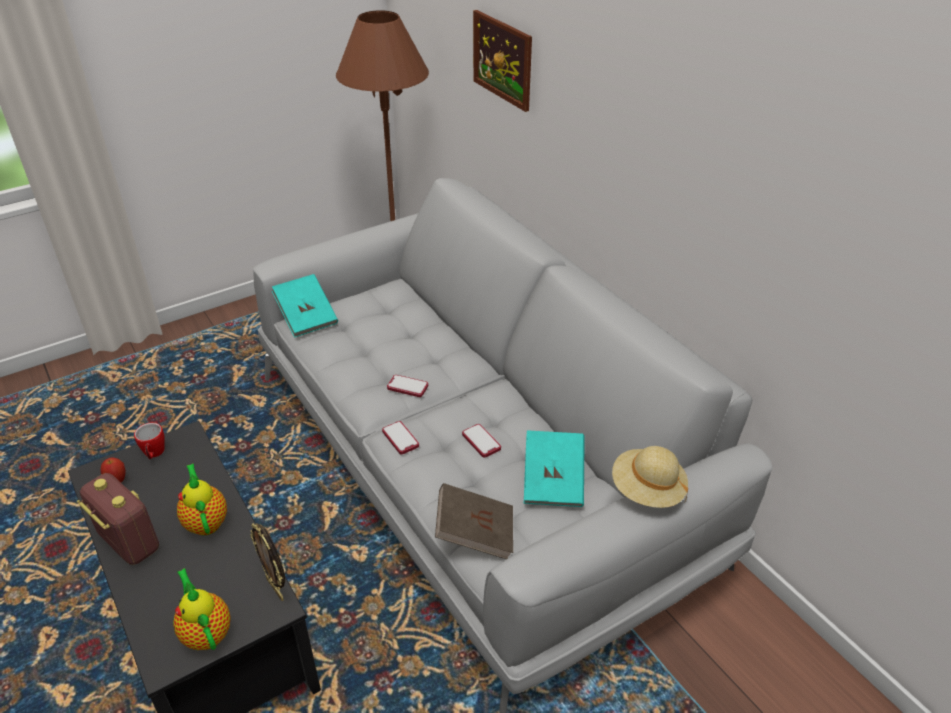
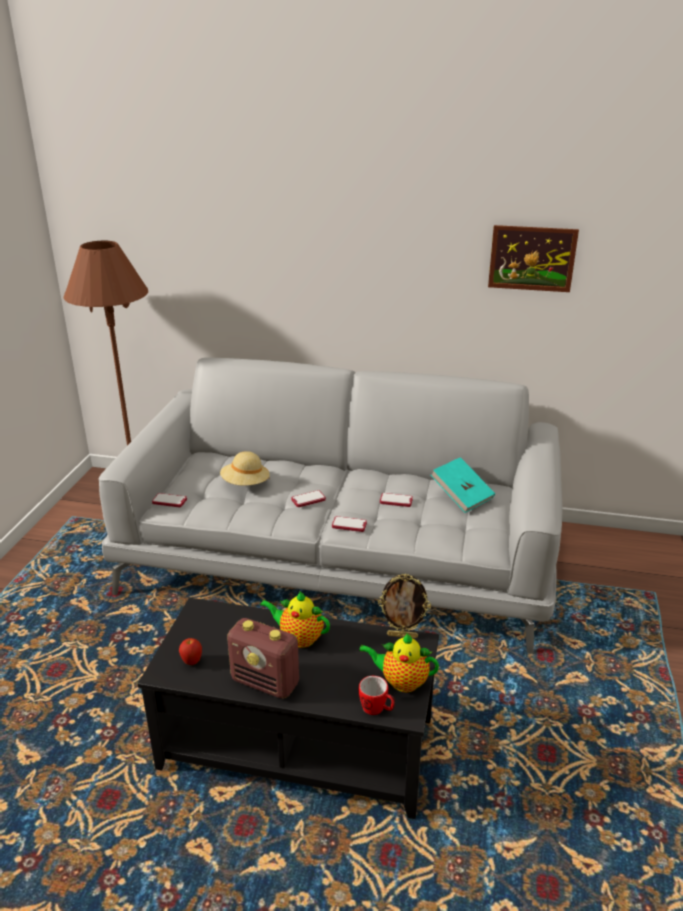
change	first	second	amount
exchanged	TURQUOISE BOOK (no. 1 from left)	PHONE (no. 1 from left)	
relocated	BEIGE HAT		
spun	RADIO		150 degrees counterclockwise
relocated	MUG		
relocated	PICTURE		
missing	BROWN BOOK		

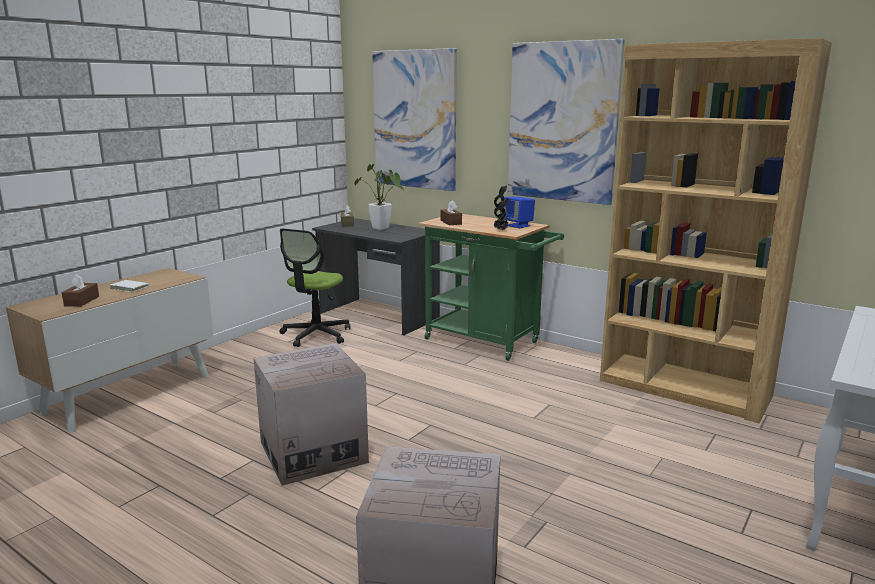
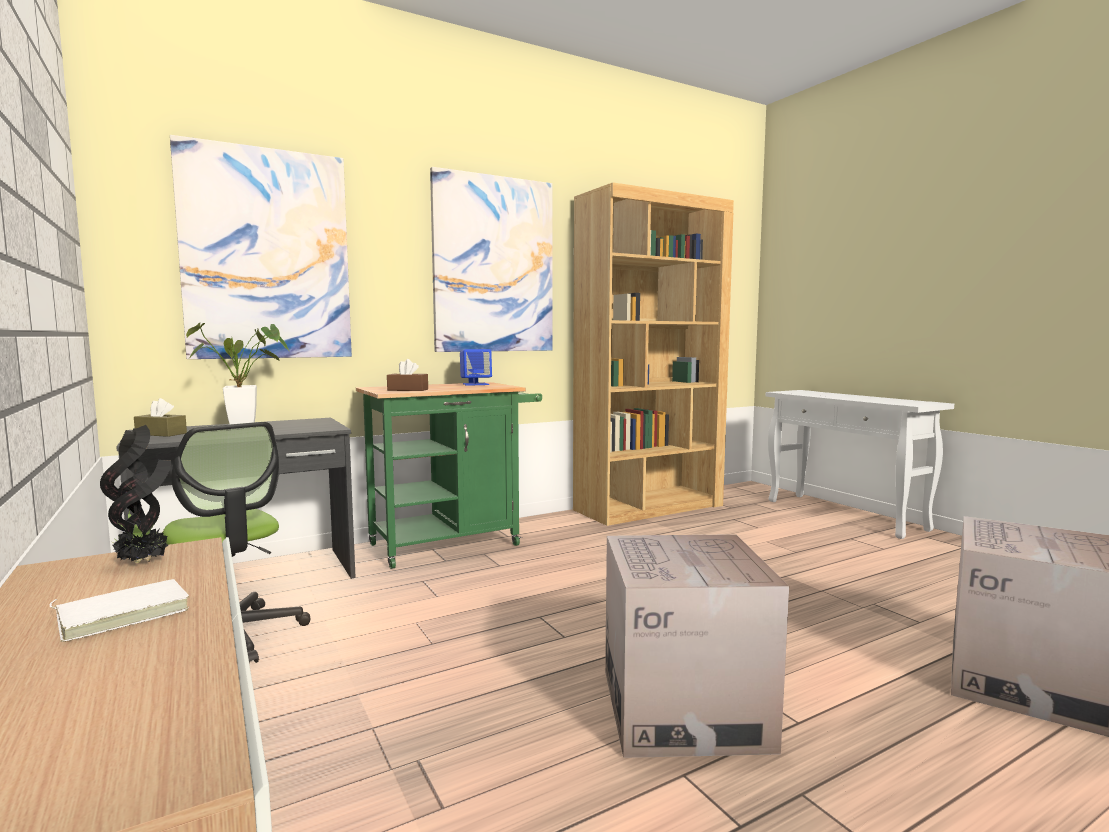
change	first	second	amount
relocated	POTTED PLANT (no. 2 from left in the first image)	POTTED PLANT (no. 1 from left)	
missing	BROWN TISSUE BOX (no. 1 from left)		

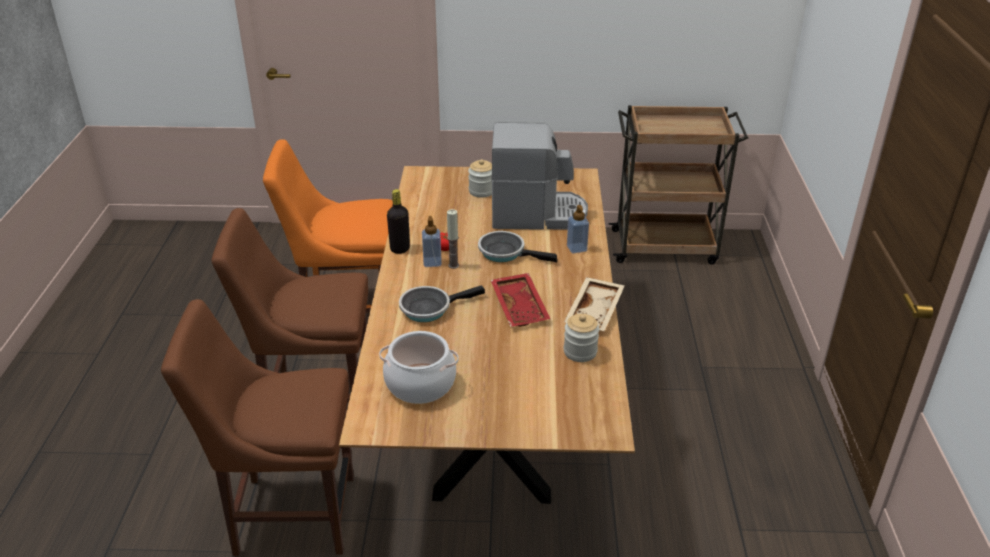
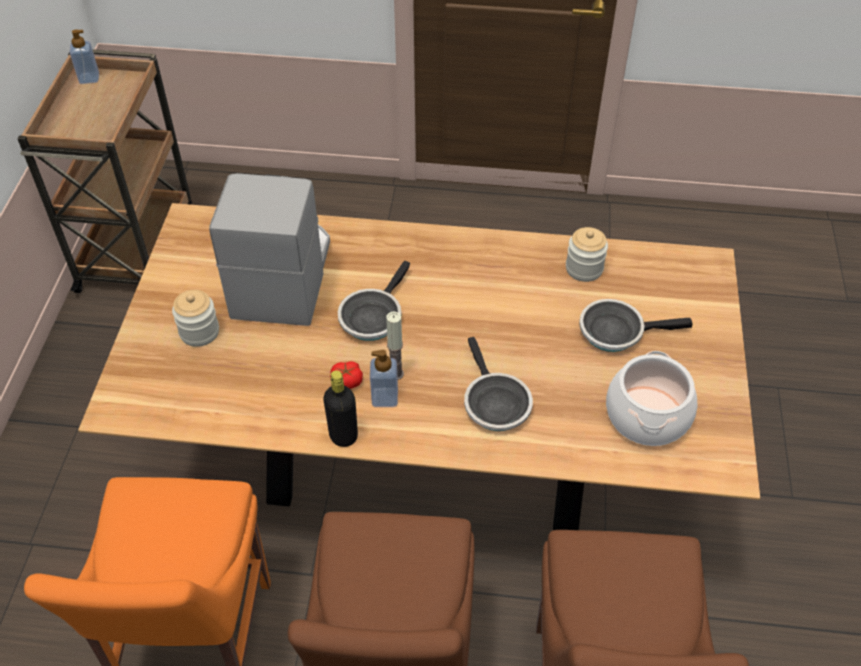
change	first	second	amount
relocated	SOAP DISPENSER (no. 2 from left in the first image)	SOAP DISPENSER (no. 1 from left)	
appeared		FRYING PAN (no. 3 from left)	
missing	RED TRAY		
missing	BEIGE TRAY		

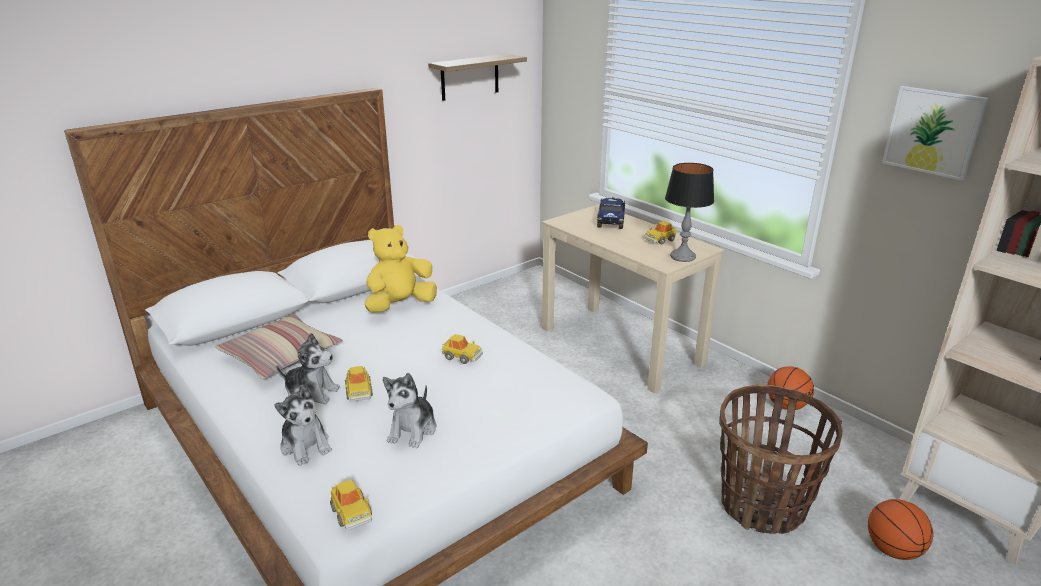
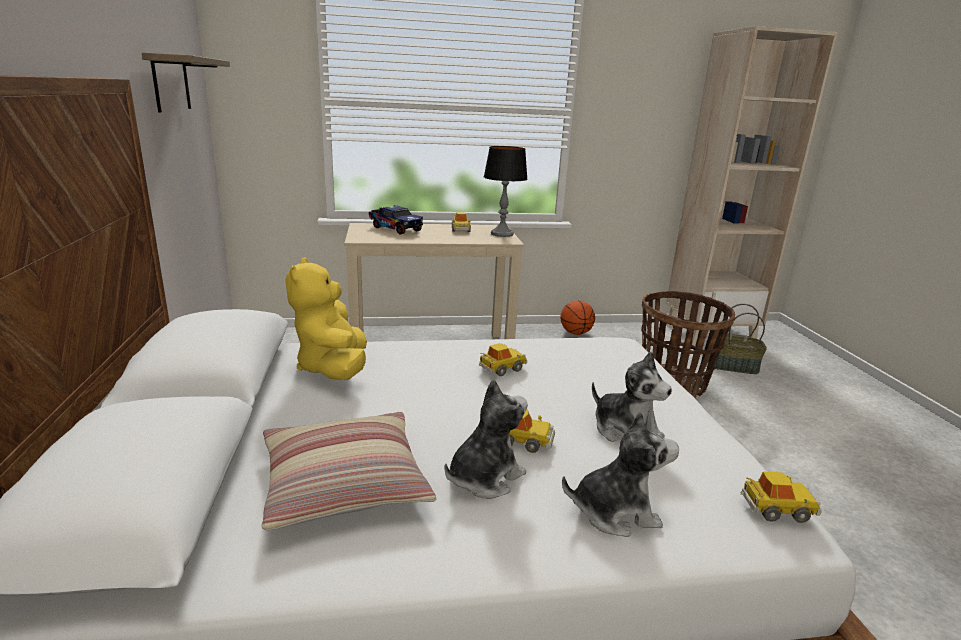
change	first	second	amount
exchanged	BASKETBALL (no. 2 from left)	BASKET (no. 2 from left)	
missing	PICTURE		

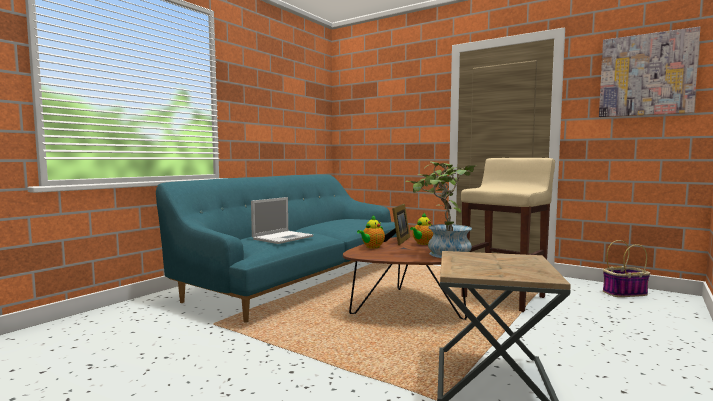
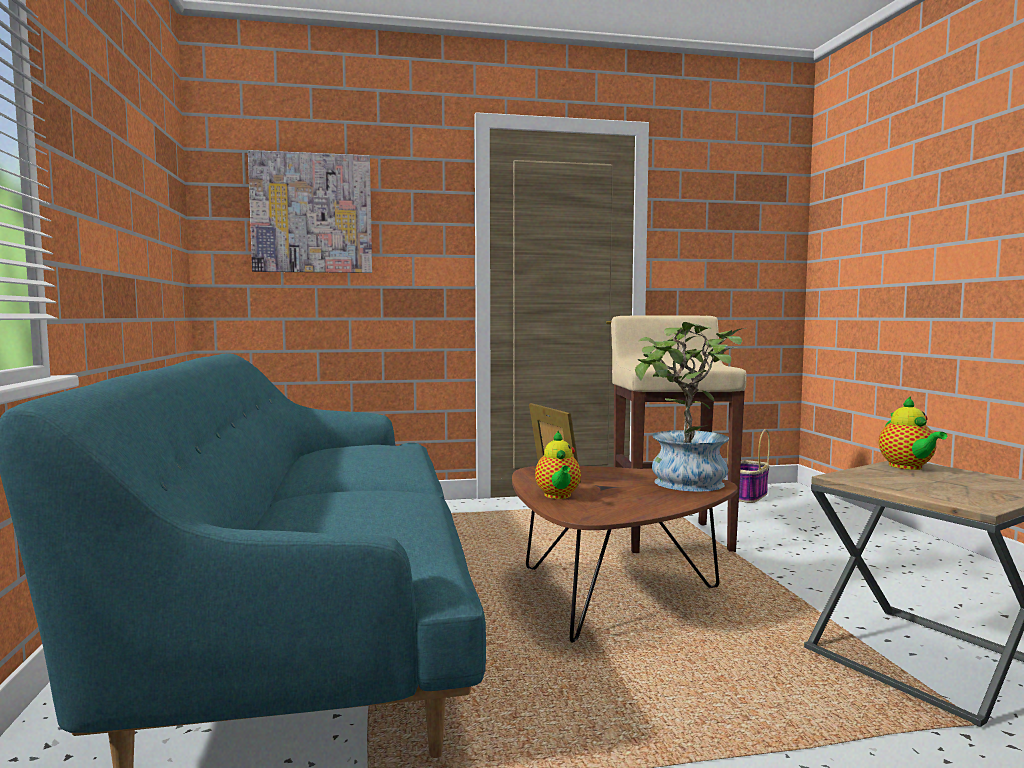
change	first	second	amount
relocated	PICTURE		
relocated	TEAPOT (no. 2 from left)		
missing	LAPTOP		

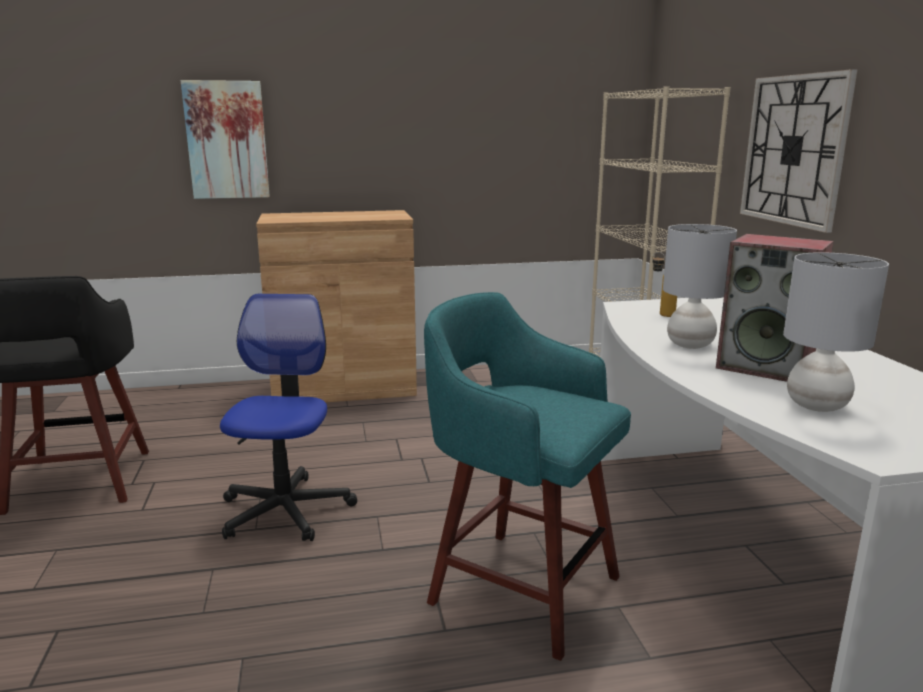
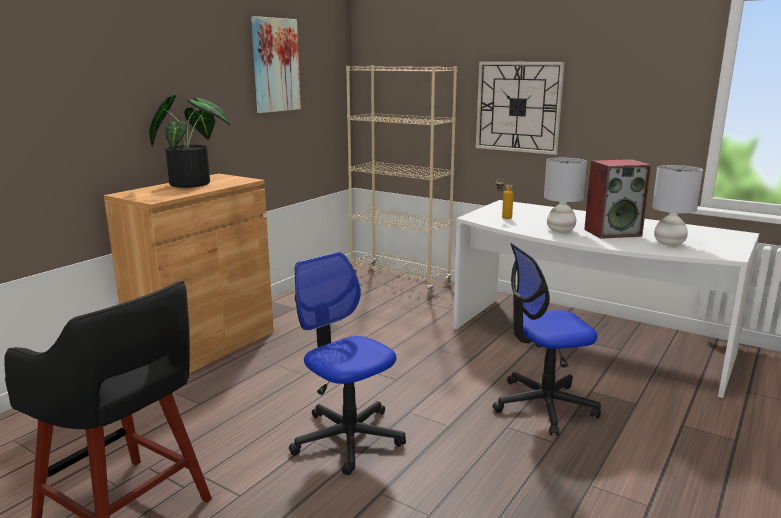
change	first	second	amount
appeared		POTTED PLANT	
relocated	PICTURE		
exchanged	TURQUOISE STOOL	OFFICE CHAIR (no. 2 from left)	

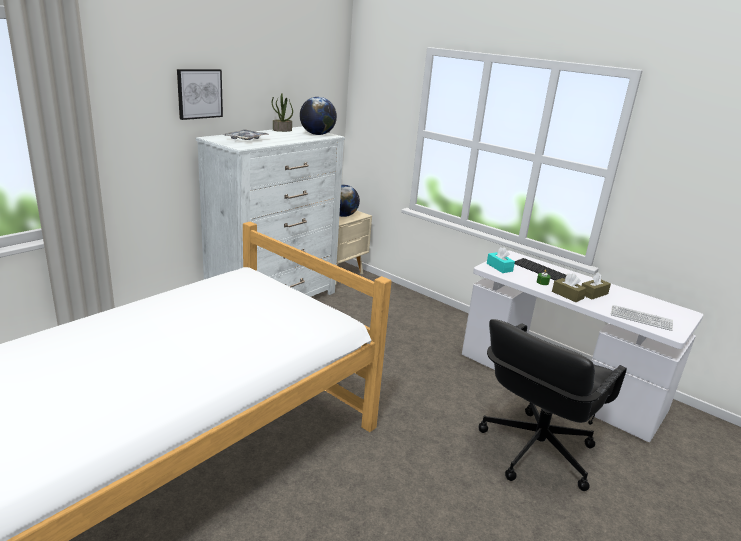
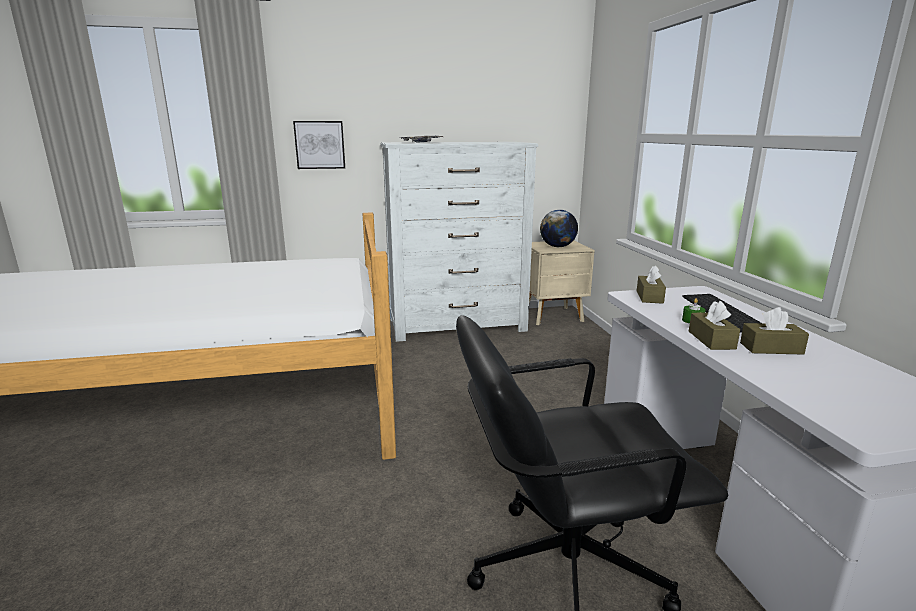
change	first	second	amount
relocated	PICTURE		
colour	TURQUOISE TISSUE BOX	BROWN TISSUE BOX (no. 1 from left)	
missing	POTTED PLANT		
missing	GLOBE (no. 1 from left)		
missing	KEYBOARD (no. 2 from left)		

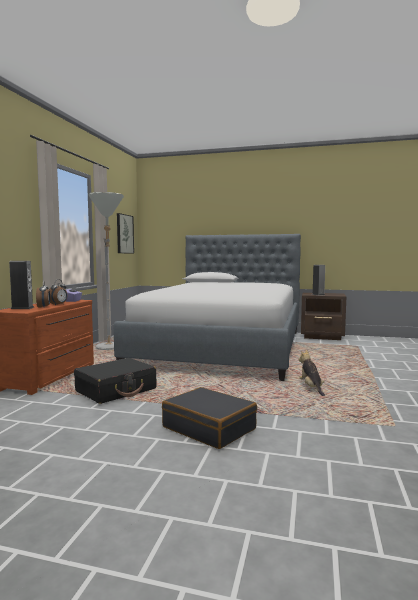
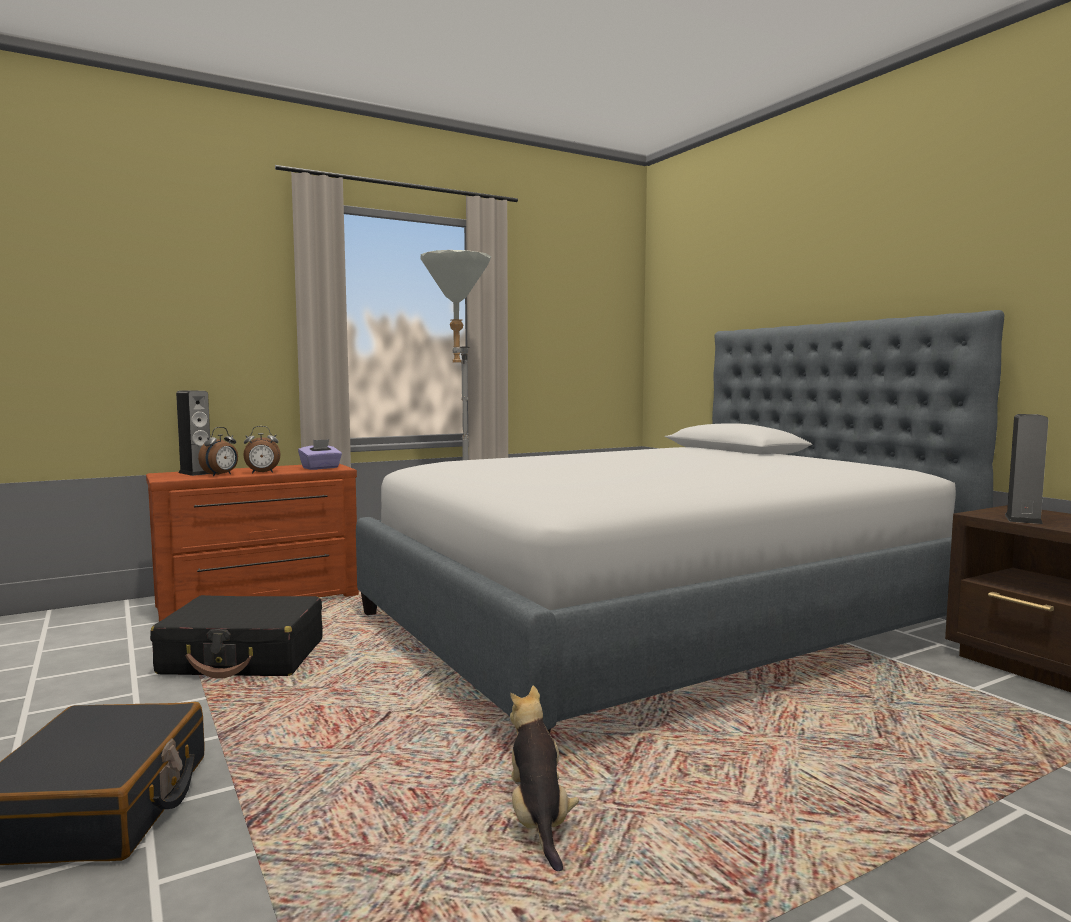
change	first	second	amount
spun	PLUSH TOY		45 degrees counterclockwise
missing	PICTURE		

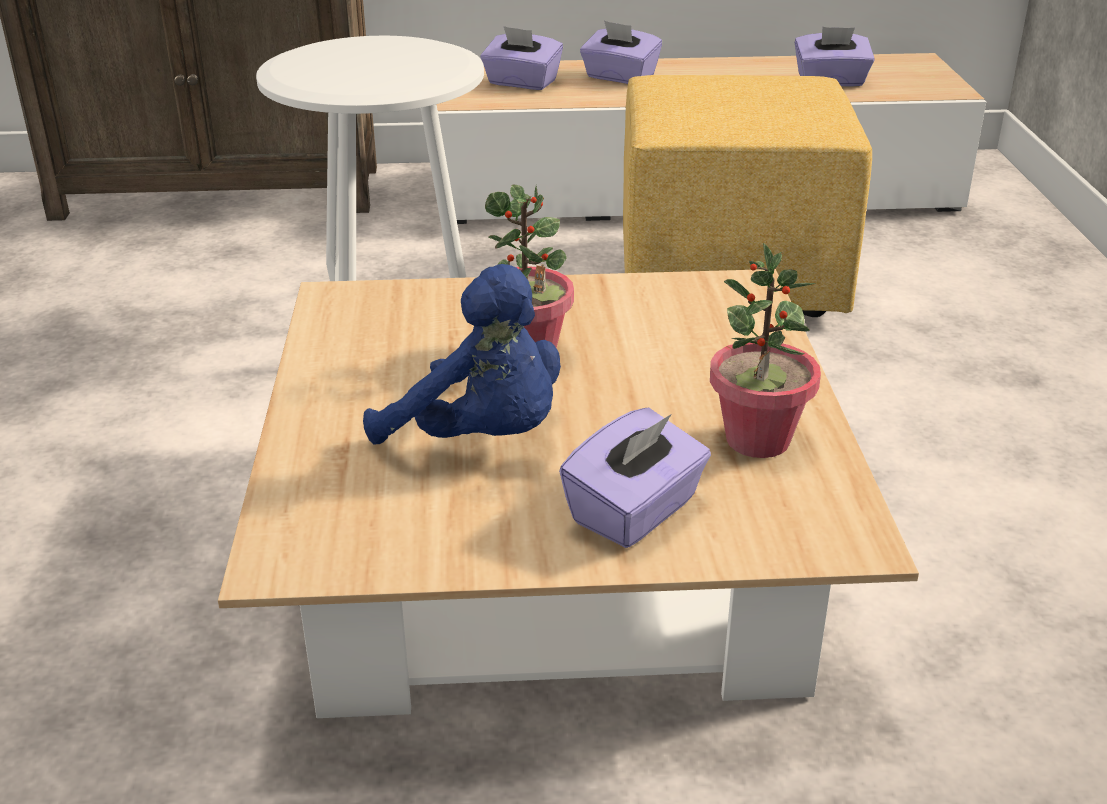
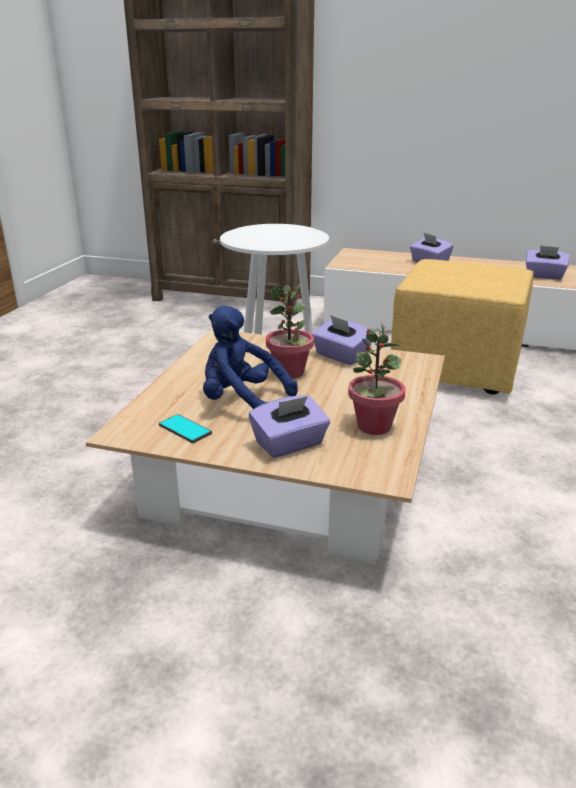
change	first	second	amount
appeared		PHONE	
spun	BLUE PLUSH TOY		150 degrees clockwise
relocated	PURPLE TISSUE BOX (no. 1 from left in the first image)	PURPLE TISSUE BOX (no. 2 from left)	

